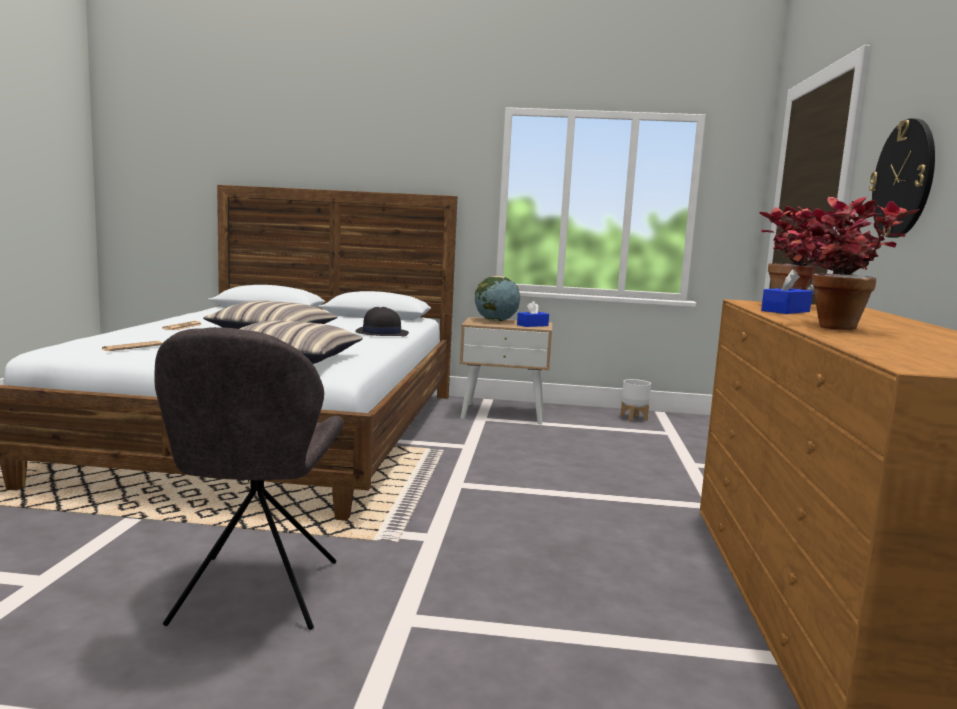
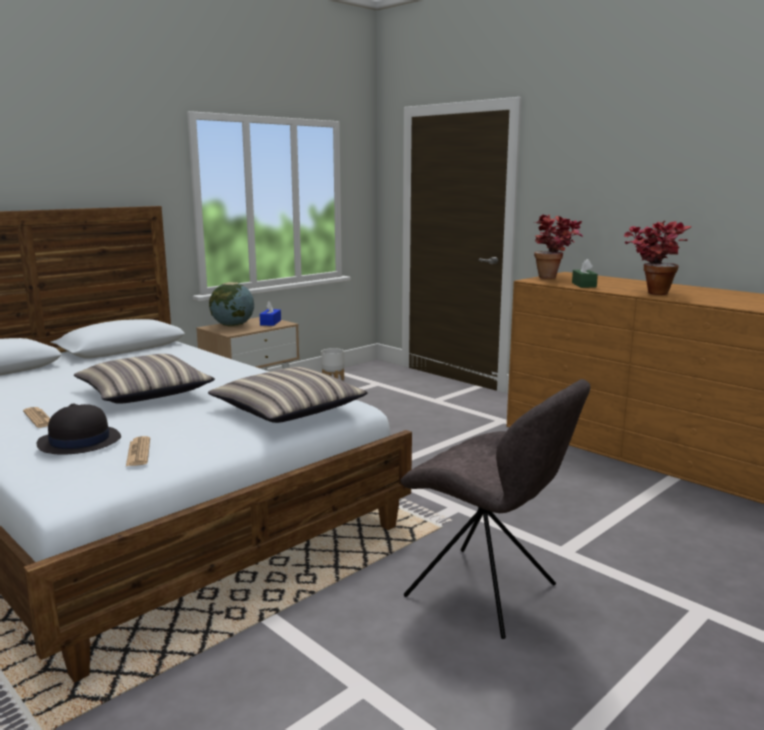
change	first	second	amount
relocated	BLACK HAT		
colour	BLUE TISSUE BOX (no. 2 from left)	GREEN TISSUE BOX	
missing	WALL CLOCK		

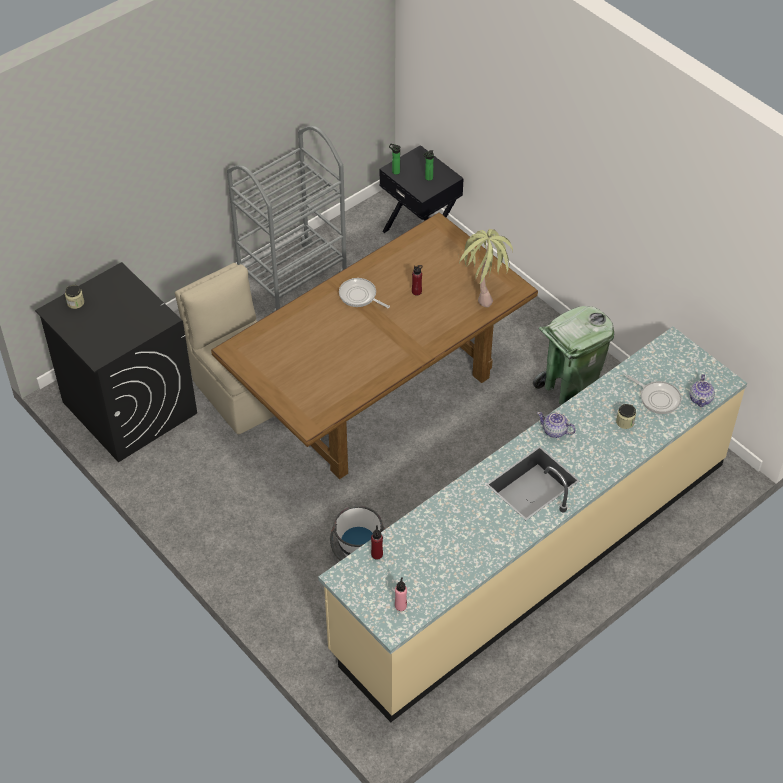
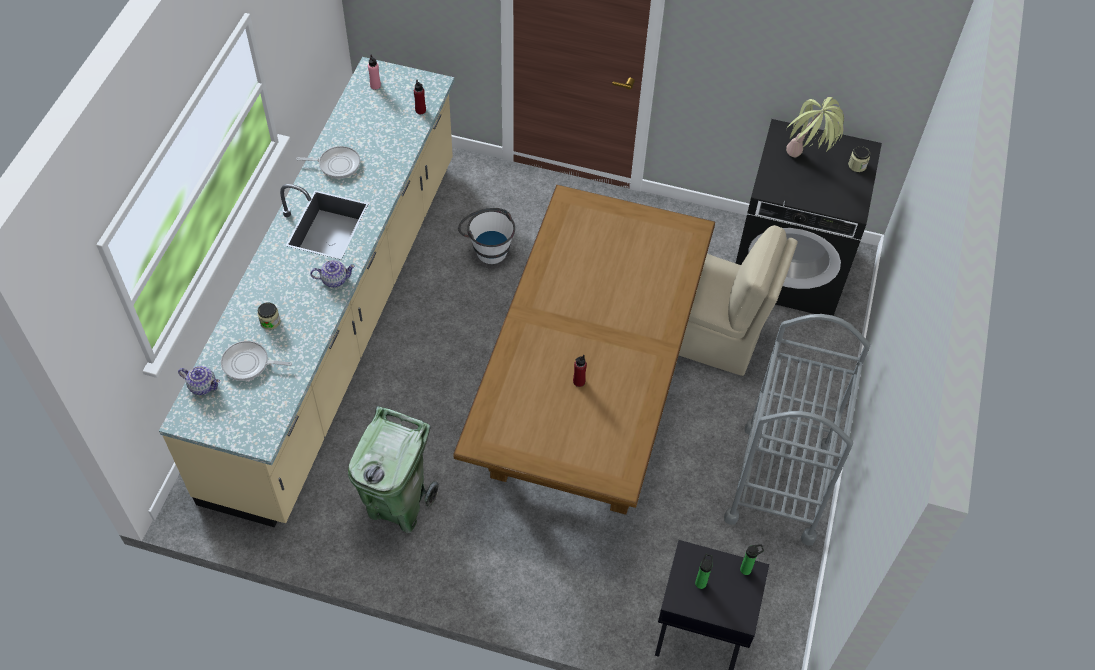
change	first	second	amount
spun	TEAPOT (no. 2 from left in the first image)	TEAPOT (no. 1 from left)	135 degrees clockwise
relocated	FRYING PAN (no. 1 from left in the first image)	FRYING PAN (no. 2 from left)	
relocated	POTTED PLANT		

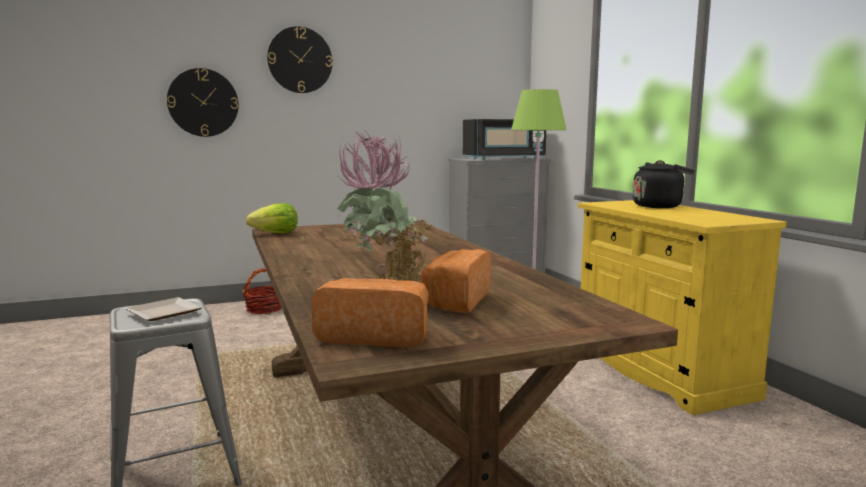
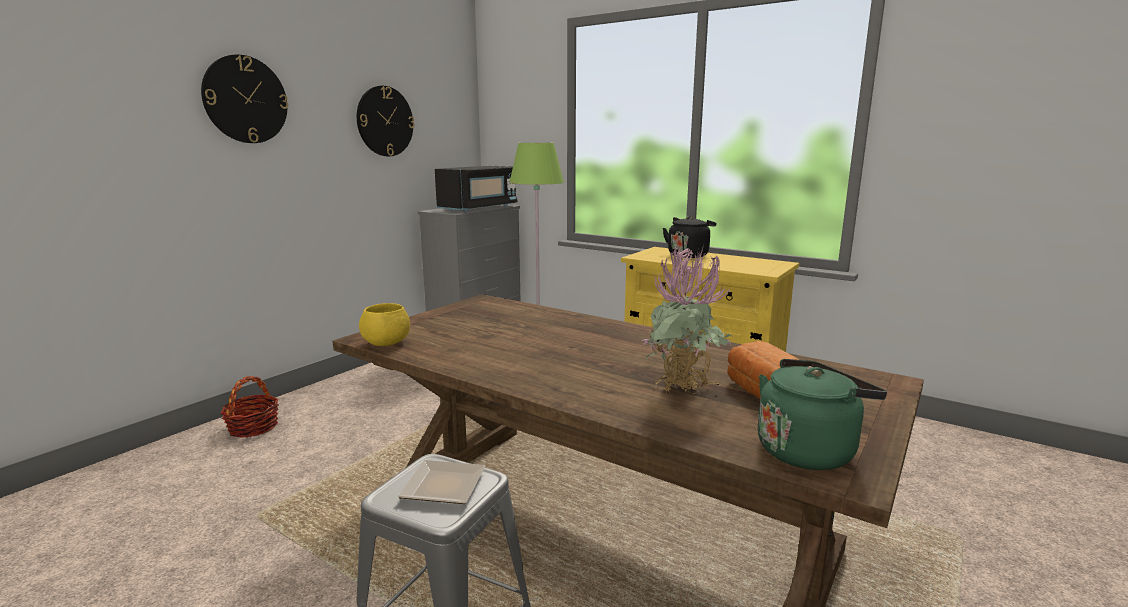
change	first	second	amount
relocated	WALL CLOCK (no. 1 from left in the first image)	WALL CLOCK (no. 2 from left)	
exchanged	LETTUCE	YELLOW BOWL	
exchanged	BREAD (no. 1 from left)	GREEN KETTLE	

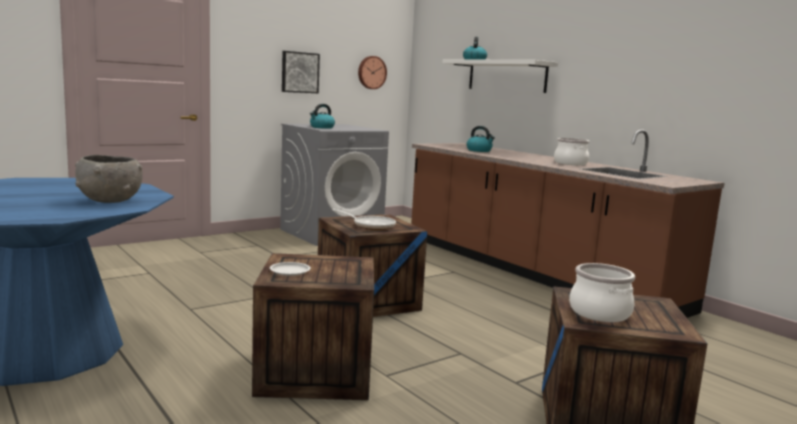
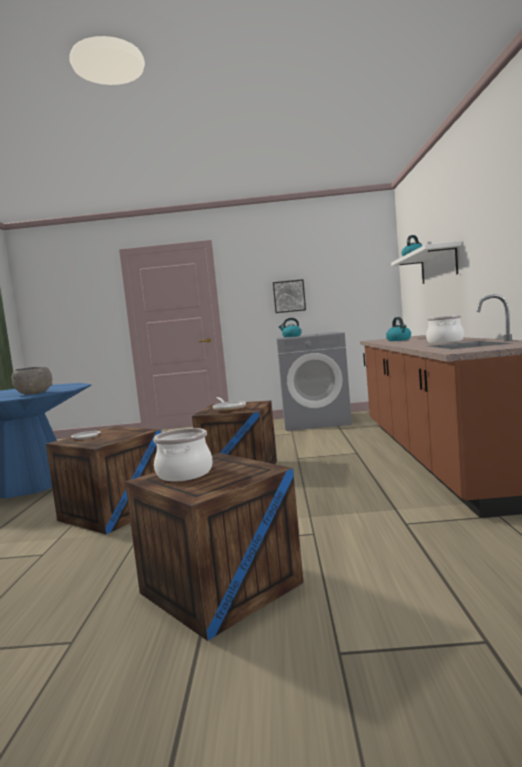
change	first	second	amount
missing	WALL CLOCK		

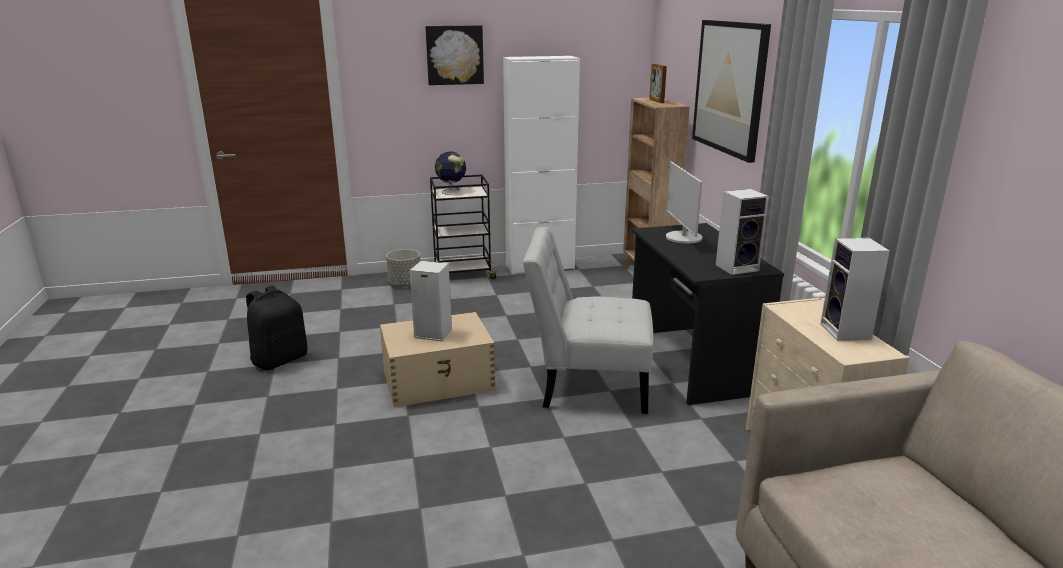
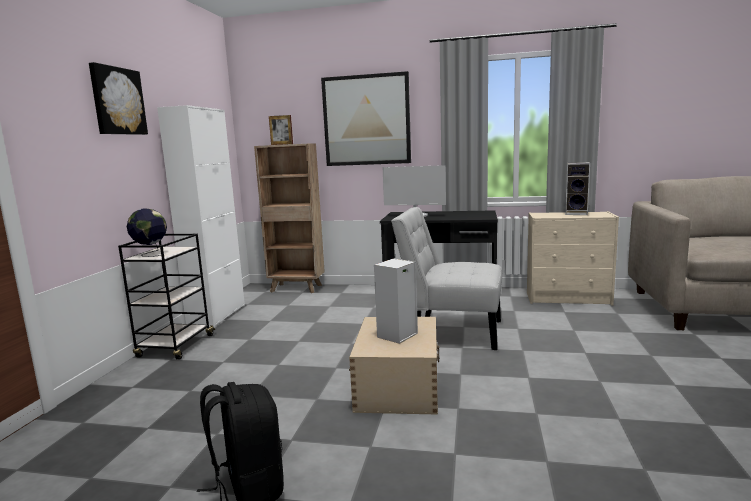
change	first	second	amount
spun	WHITE CHAIR		75 degrees clockwise
missing	GREY PLANTER		
missing	SPEAKER (no. 2 from left)		

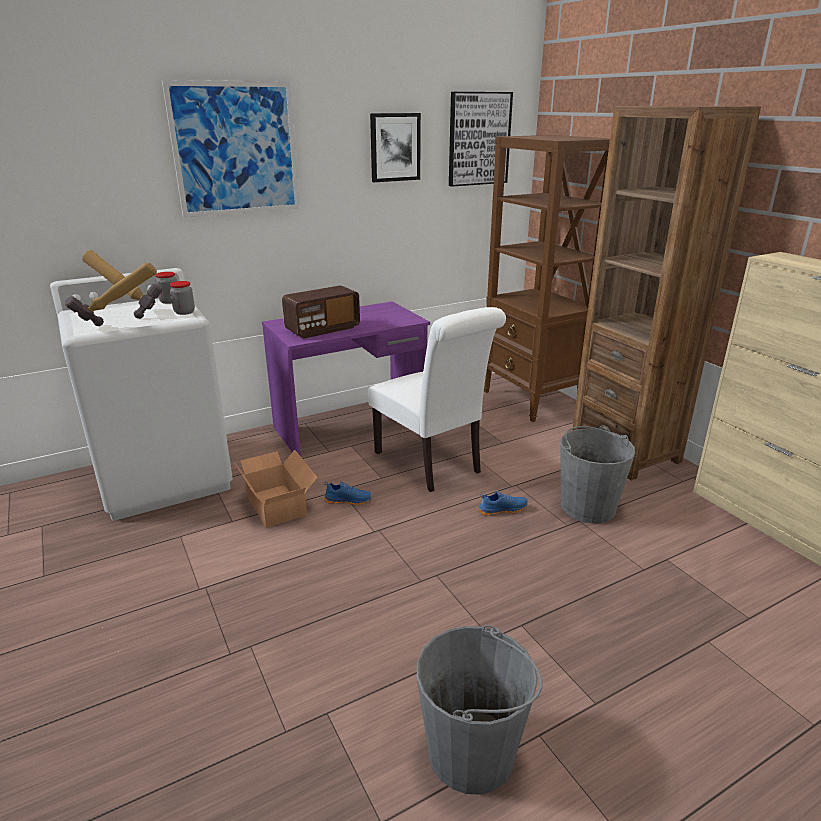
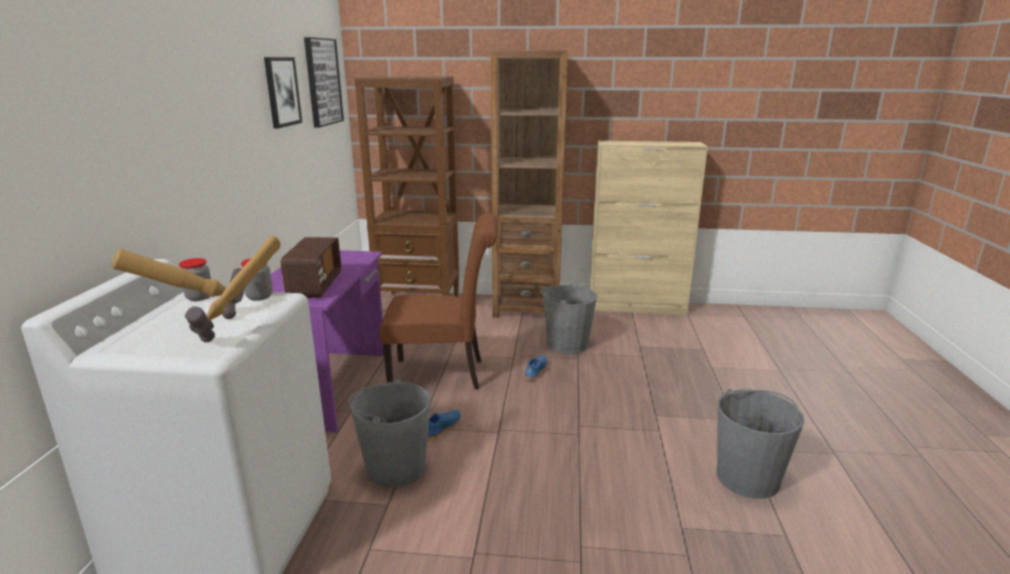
change	first	second	amount
exchanged	CARDBOARD BOX	GREY BUCKET (no. 1 from left)	
colour	WHITE CHAIR	BROWN CHAIR	
missing	PICTURE (no. 1 from left)		

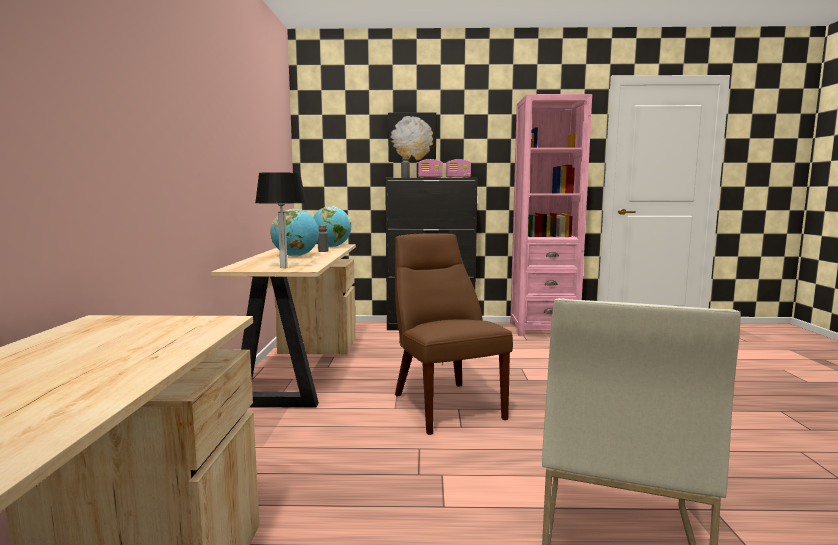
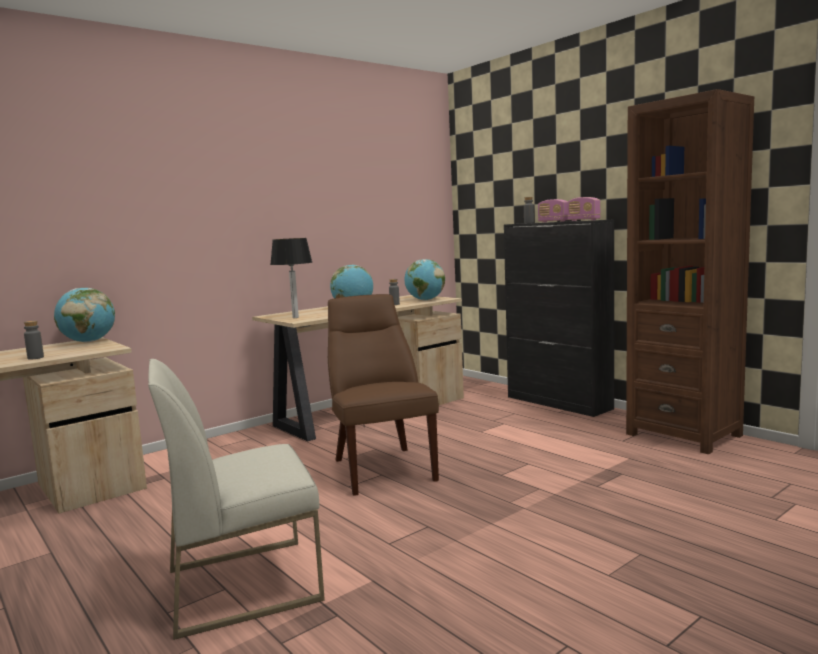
change	first	second	amount
appeared		GREY BOTTLE (no. 1 from left)	
appeared		GLOBE (no. 1 from left)	
spun	BROWN CHAIR		45 degrees counterclockwise
colour	PINK BOOKCASE	BROWN BOOKCASE	
missing	PICTURE		

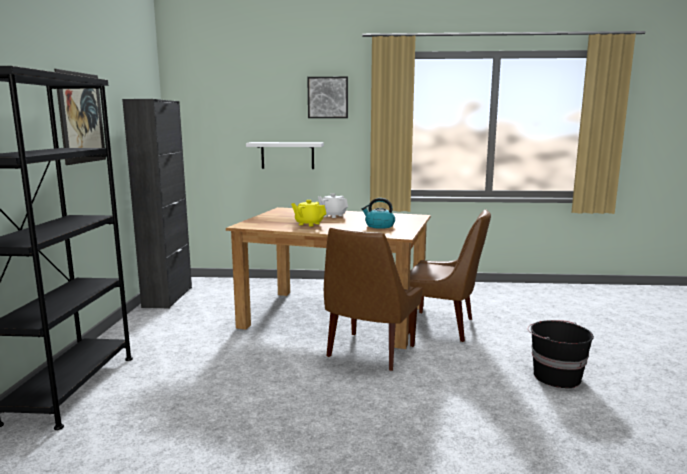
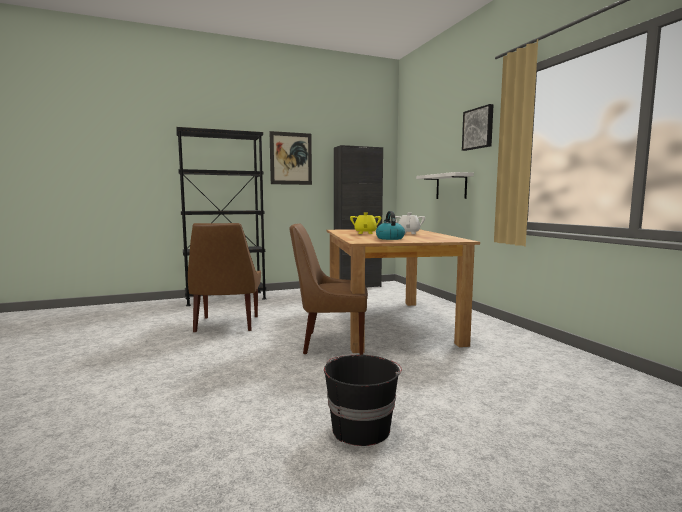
change	first	second	amount
relocated	BROWN CHAIR (no. 2 from left in the first image)	BROWN CHAIR (no. 1 from left)	

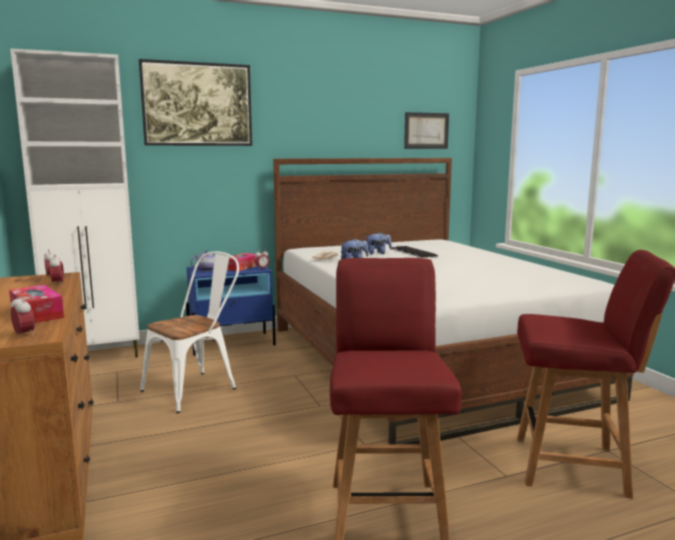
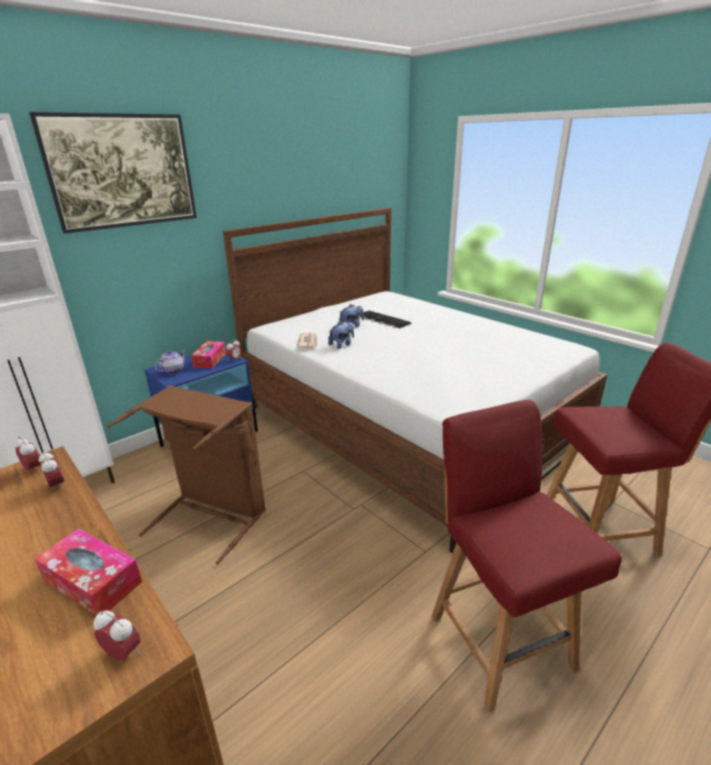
change	first	second	amount
exchanged	WHITE CHAIR	BROWN LAUNDRY BASKET	
missing	PICTURE (no. 2 from left)		

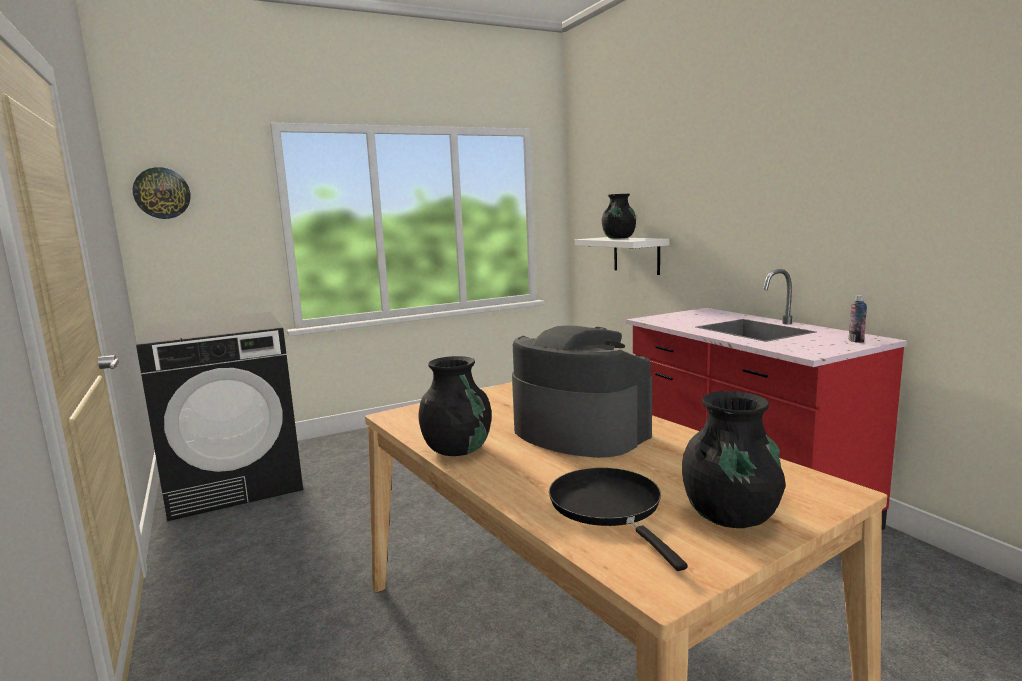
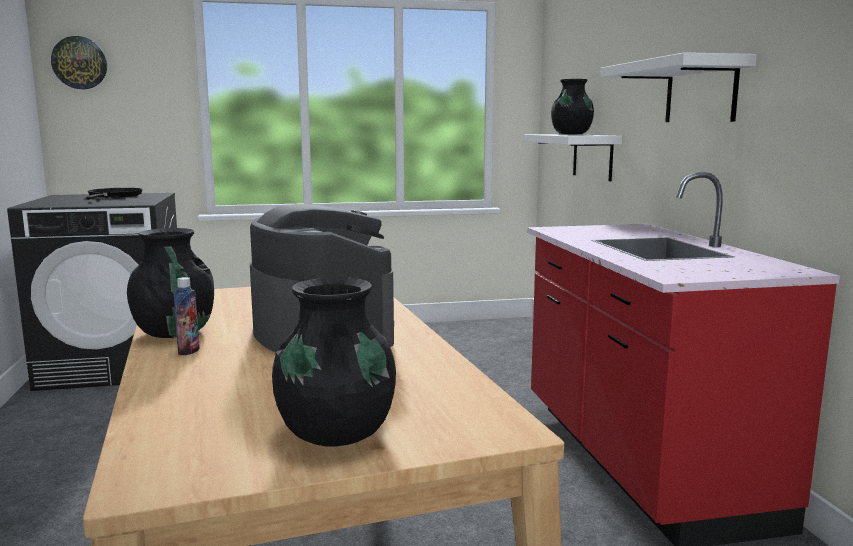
change	first	second	amount
relocated	BLACK FRYING PAN		
relocated	BOTTLE		
appeared		WHITE SHELF (no. 2 from left)	

